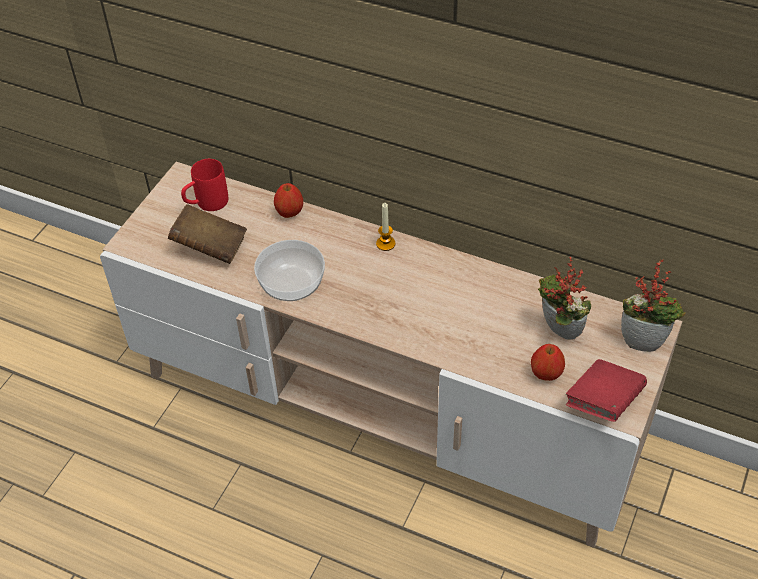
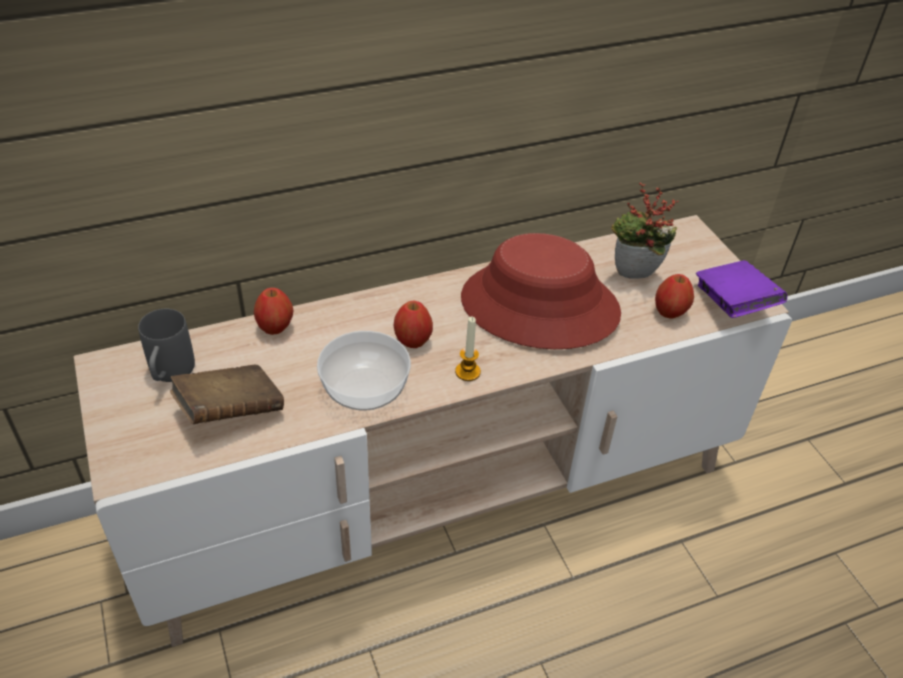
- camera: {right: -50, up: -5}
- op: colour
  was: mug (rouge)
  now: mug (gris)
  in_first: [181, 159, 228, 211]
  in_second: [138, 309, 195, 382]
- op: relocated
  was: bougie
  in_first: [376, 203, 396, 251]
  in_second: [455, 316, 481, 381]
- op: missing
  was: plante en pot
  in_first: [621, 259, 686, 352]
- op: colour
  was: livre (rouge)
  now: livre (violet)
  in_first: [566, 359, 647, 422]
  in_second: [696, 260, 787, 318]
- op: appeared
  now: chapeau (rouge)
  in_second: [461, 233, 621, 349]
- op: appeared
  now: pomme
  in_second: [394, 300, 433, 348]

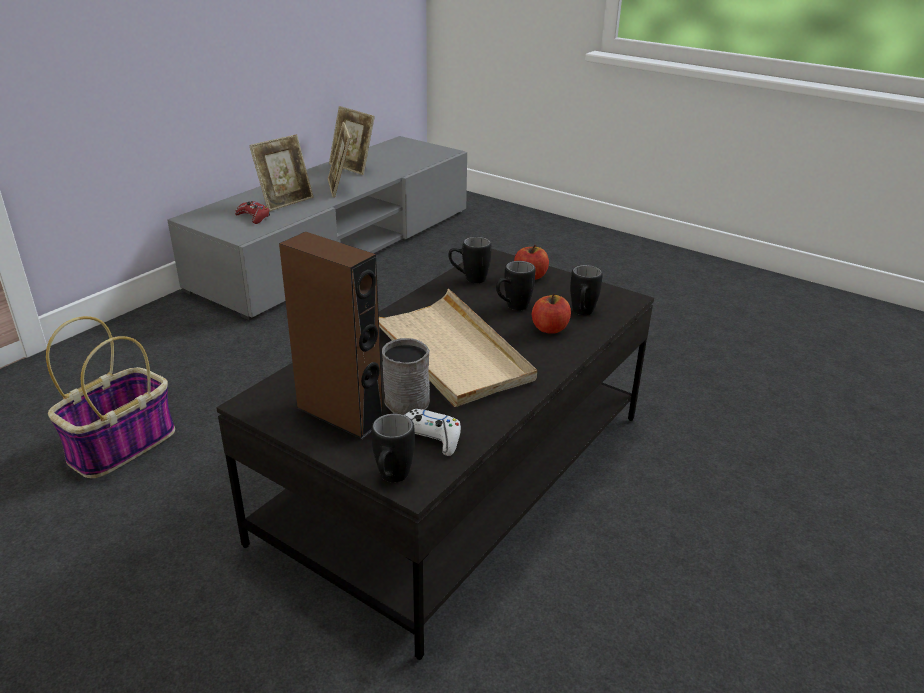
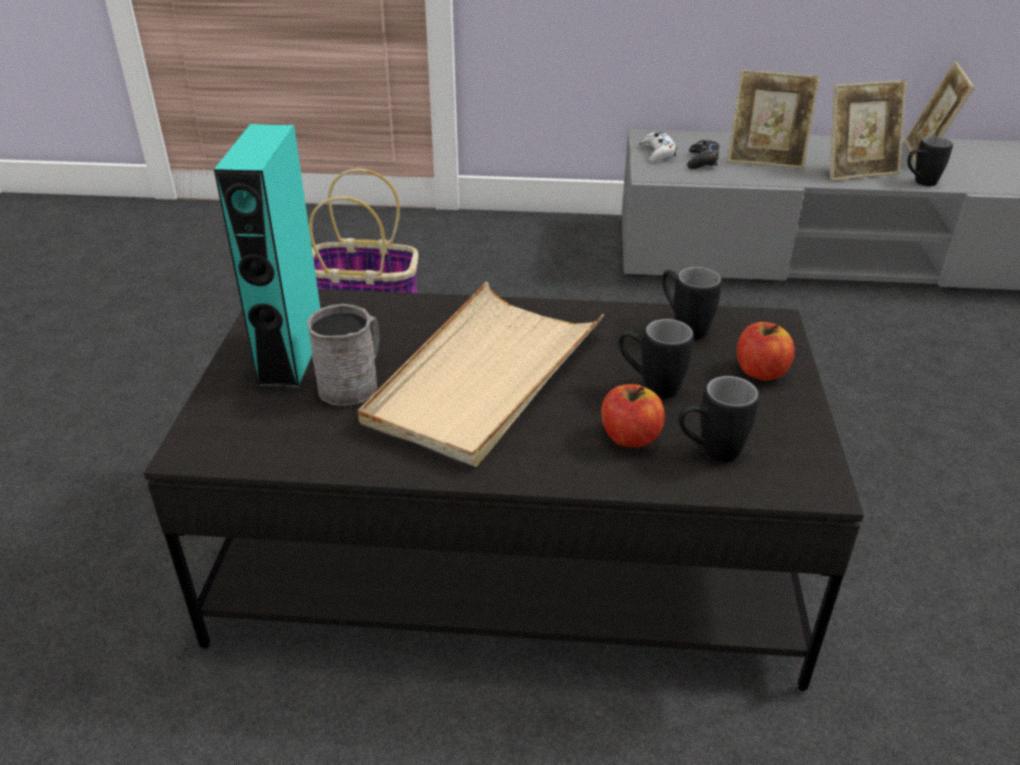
- camera: {right: 60, up: 5}
- op: spun
  was: cadre photo
  in_first: [327, 122, 351, 198]
  in_second: [830, 80, 907, 181]
  clockwise: -150
- op: colour
  was: manette (rouge)
  now: manette (noir)
  in_first: [235, 201, 270, 224]
  in_second: [687, 140, 719, 169]
- op: colour
  was: enceinte (marron)
  now: enceinte (turquoise)
  in_first: [279, 232, 383, 439]
  in_second: [214, 124, 321, 388]
- op: relocated
  was: manette (blanc)
  in_first: [405, 409, 461, 456]
  in_second: [639, 132, 677, 162]
- op: relocated
  was: mug (noir)
  in_first: [371, 413, 415, 482]
  in_second: [907, 136, 953, 186]

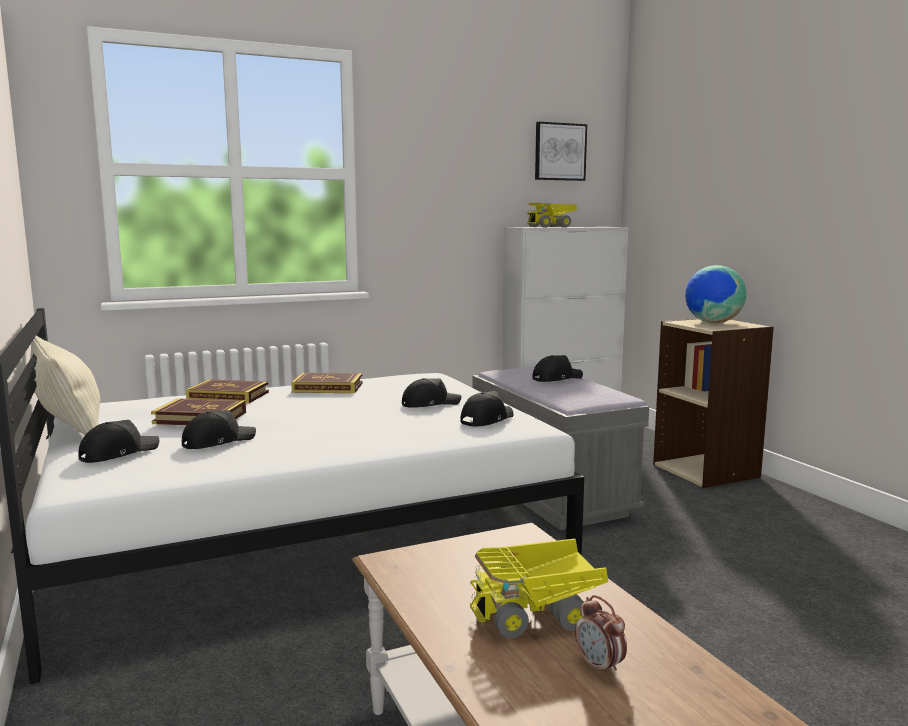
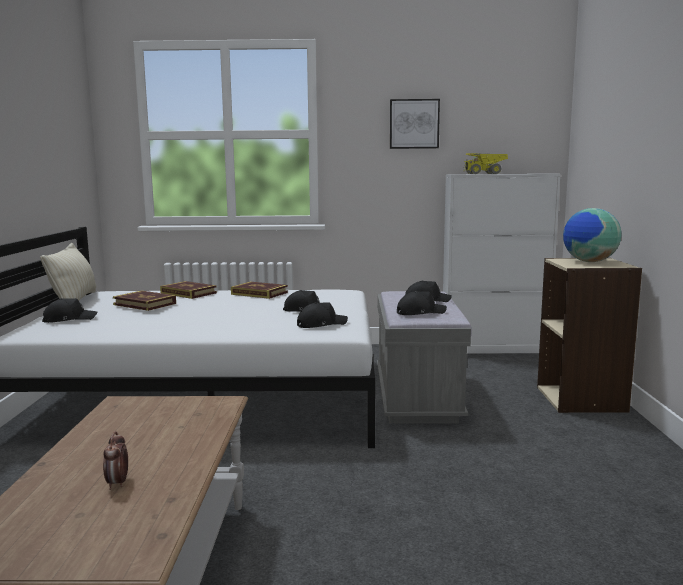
- camera: {right: 25, up: 0}
- op: relocated
  was: tableau
  in_first: [535, 122, 587, 181]
  in_second: [390, 99, 440, 149]
- op: relocated
  was: casquette (noir)
  in_first: [182, 410, 256, 449]
  in_second: [397, 291, 447, 315]
- op: missing
  was: camion jouet
  in_first: [470, 539, 608, 638]

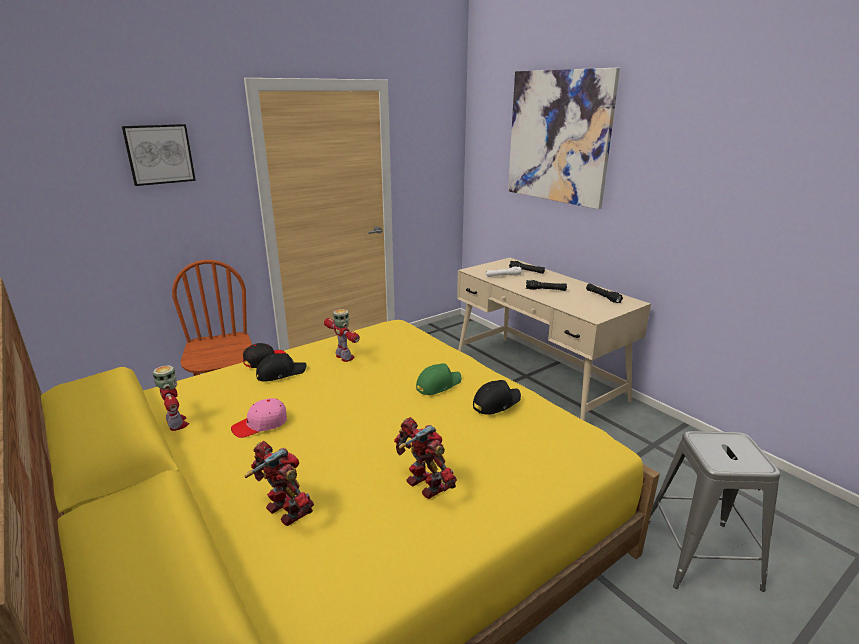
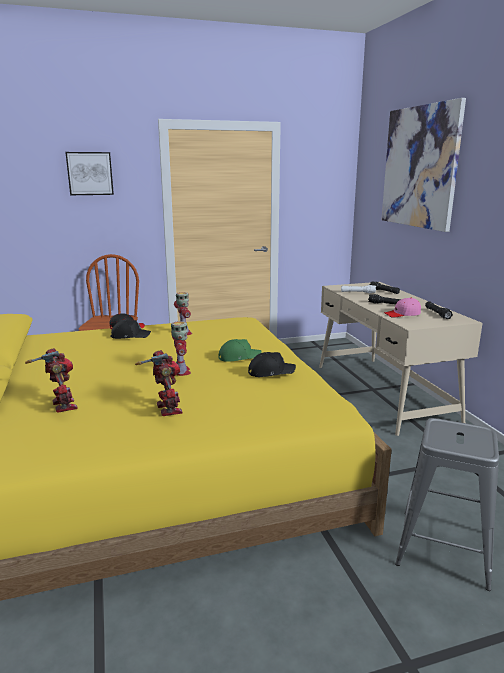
- camera: {right: 20, up: -5}
- op: relocated
  was: robot jouet
  in_first: [153, 365, 189, 431]
  in_second: [171, 321, 191, 376]
- op: relocated
  was: casquette (rose)
  in_first: [231, 398, 287, 438]
  in_second: [384, 298, 421, 317]

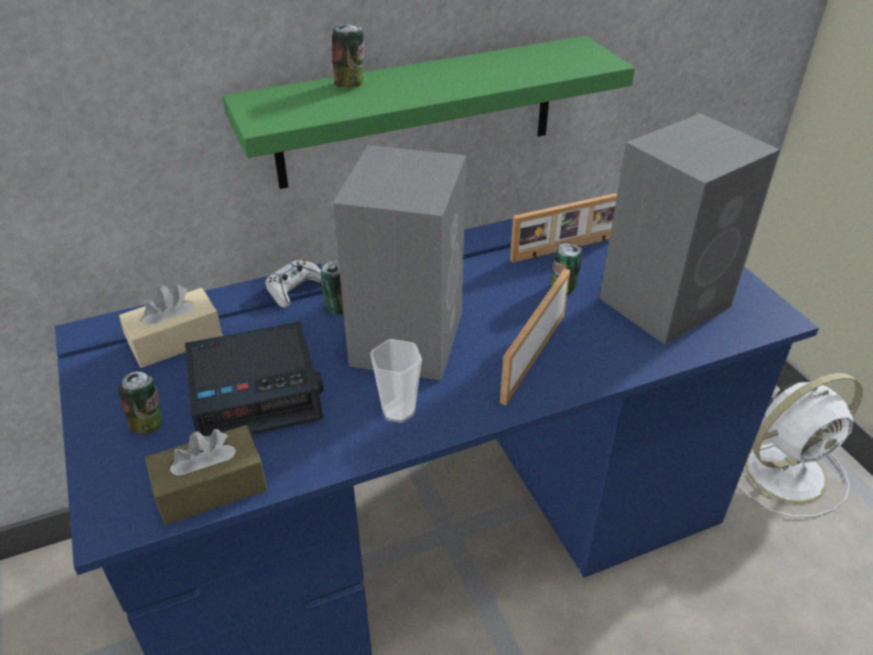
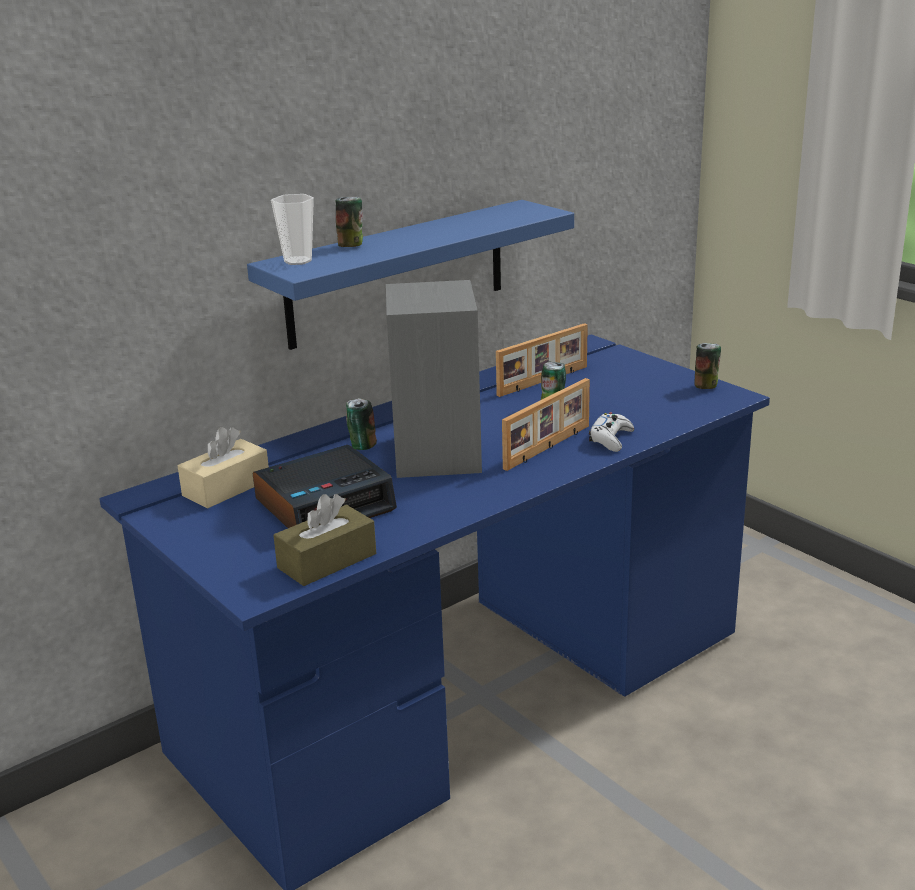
- camera: {right: -15, up: -15}
- op: colour
  was: étagère (vert)
  now: étagère (bleu)
  in_first: [222, 36, 635, 189]
  in_second: [247, 200, 574, 350]
- op: missing
  was: enceinte (gris)
  in_first: [599, 113, 780, 345]
- op: relocated
  was: manette (blanc)
  in_first: [265, 259, 321, 308]
  in_second: [589, 413, 634, 452]
- op: spun
  was: cadre photo
  in_first: [500, 269, 570, 405]
  in_second: [502, 378, 590, 471]
  clockwise: -150
- op: relocated
  was: tasse
  in_first: [370, 339, 422, 423]
  in_second: [271, 194, 314, 265]
- op: relocated
  was: boîte métallique
  in_first: [119, 371, 161, 435]
  in_second: [694, 343, 721, 389]
- op: missing
  was: ventilateur (blanc)
  in_first: [737, 373, 863, 518]

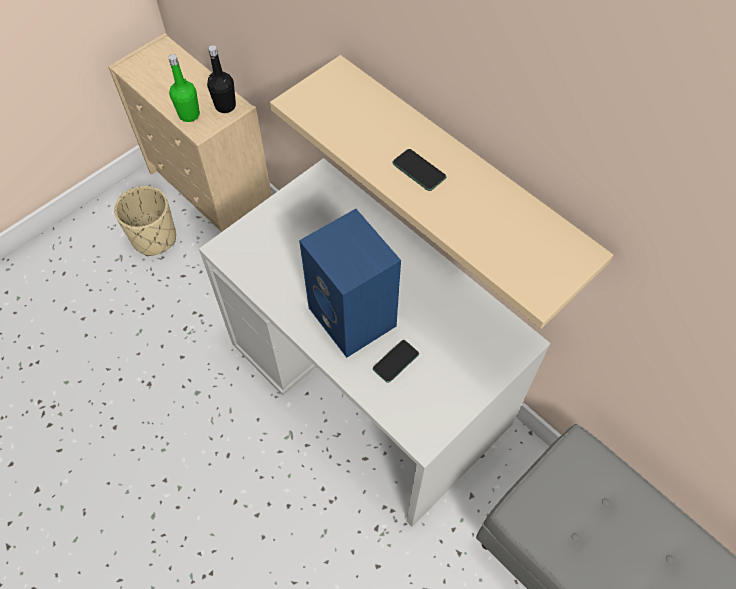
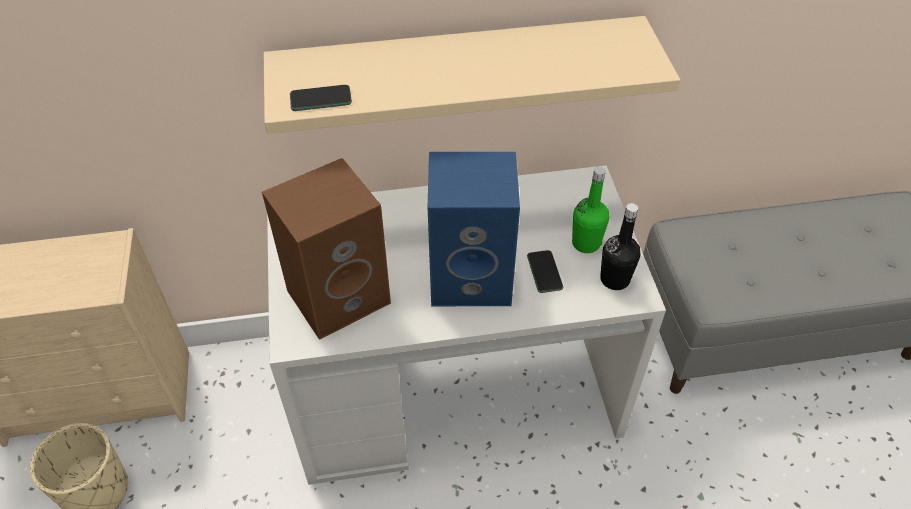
- camera: {right: -55, up: -10}
- op: relocated
  was: bouteille (noir)
  in_first: [207, 45, 236, 113]
  in_second: [600, 203, 640, 290]
- op: relocated
  was: bouteille (vert)
  in_first: [168, 54, 200, 122]
  in_second: [572, 167, 609, 253]
- op: relocated
  was: téléphone
  in_first: [392, 149, 446, 191]
  in_second: [290, 85, 352, 111]
- op: appeared
  now: enceinte (marron)
  in_second: [262, 158, 391, 340]

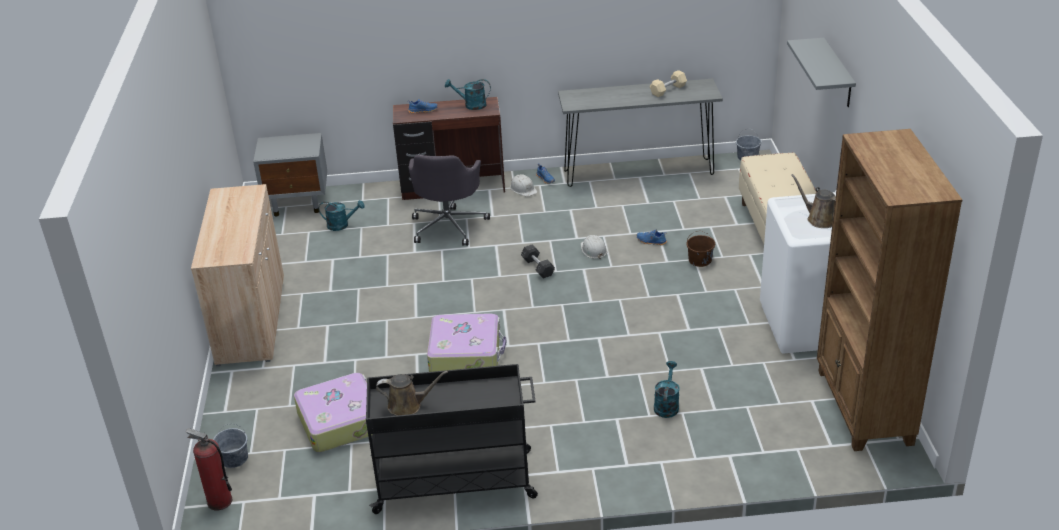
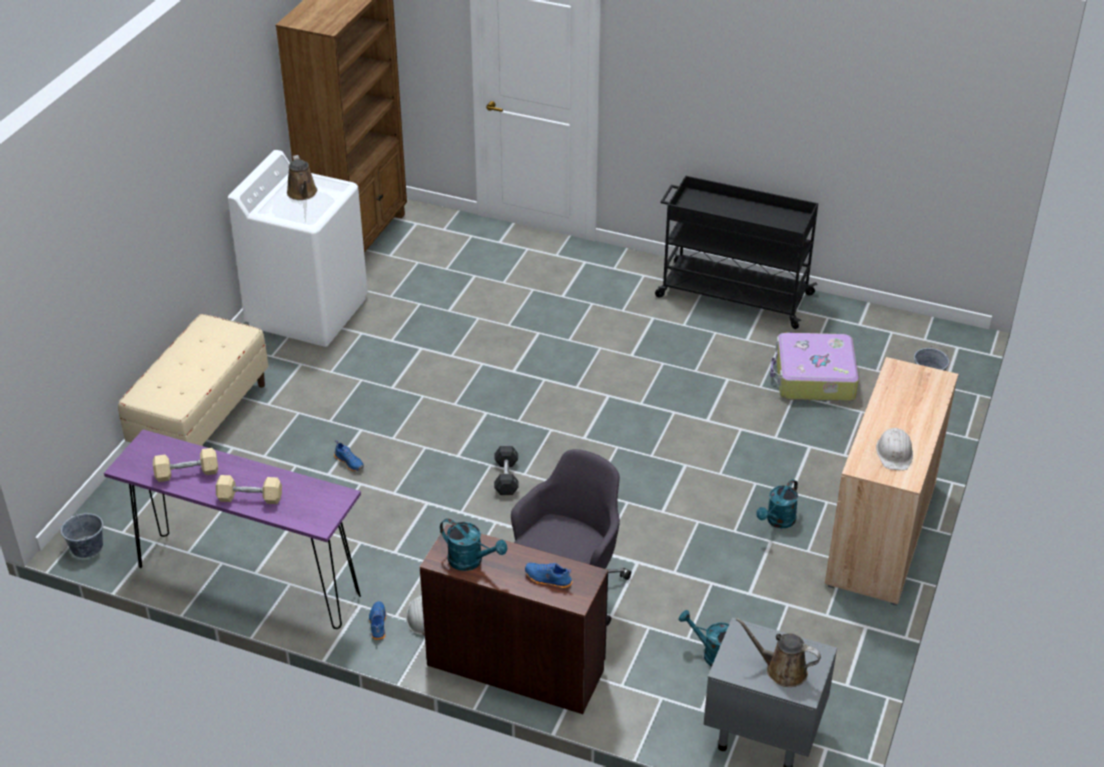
- camera: {right: -155, up: 5}
- op: missing
  was: étagère (gris)
  in_first: [787, 38, 856, 107]
- op: colour
  was: table console (gris)
  now: table console (violet)
  in_first: [558, 79, 723, 187]
  in_second: [104, 429, 361, 629]
- op: missing
  was: seau (marron)
  in_first: [686, 231, 715, 267]
- op: relocated
  was: casque de chantier (blanc)
  in_first: [581, 235, 608, 259]
  in_second: [876, 428, 913, 470]
- op: missing
  was: valise
  in_first: [427, 313, 507, 372]
- op: relocated
  was: arrosoir (turquoise)
  in_first: [654, 361, 680, 418]
  in_second: [756, 479, 798, 528]
- op: relocated
  was: arrosoir (marron)
  in_first: [376, 371, 448, 416]
  in_second: [736, 618, 821, 687]
- op: missing
  was: extincteur
  in_first: [186, 428, 232, 510]
- op: appeared
  now: haltère (beige)
  in_second: [216, 475, 282, 504]

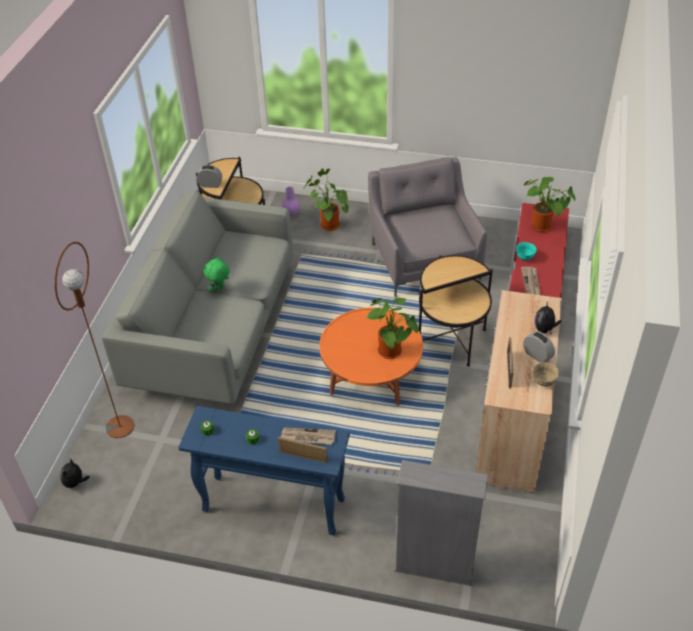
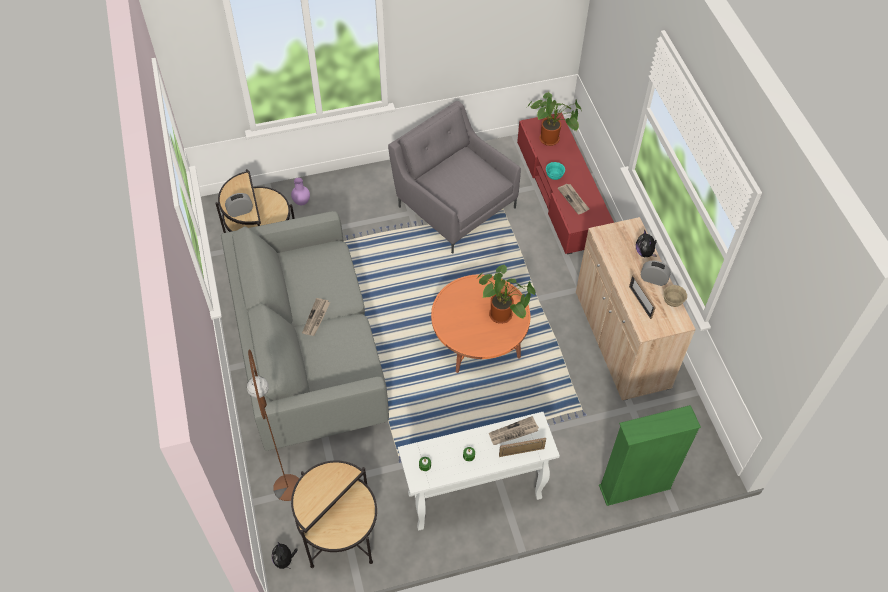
- camera: {right: -30, up: 10}
- op: missing
  was: plante en pot
  in_first: [304, 168, 349, 231]
- op: relocated
  was: table d'appoint
  in_first: [419, 255, 493, 366]
  in_second: [291, 460, 377, 568]
- op: exchanged
  was: peluche (vert)
  now: journal
  in_first: [203, 256, 230, 293]
  in_second: [302, 298, 330, 336]
- op: colour
  was: table console (bleu)
  now: table console (blanc)
  in_first: [178, 406, 350, 535]
  in_second: [398, 412, 560, 531]
- op: colour
  was: bibliothèque (gris)
  now: bibliothèque (vert)
  in_first: [395, 460, 489, 586]
  in_second: [599, 405, 701, 506]

